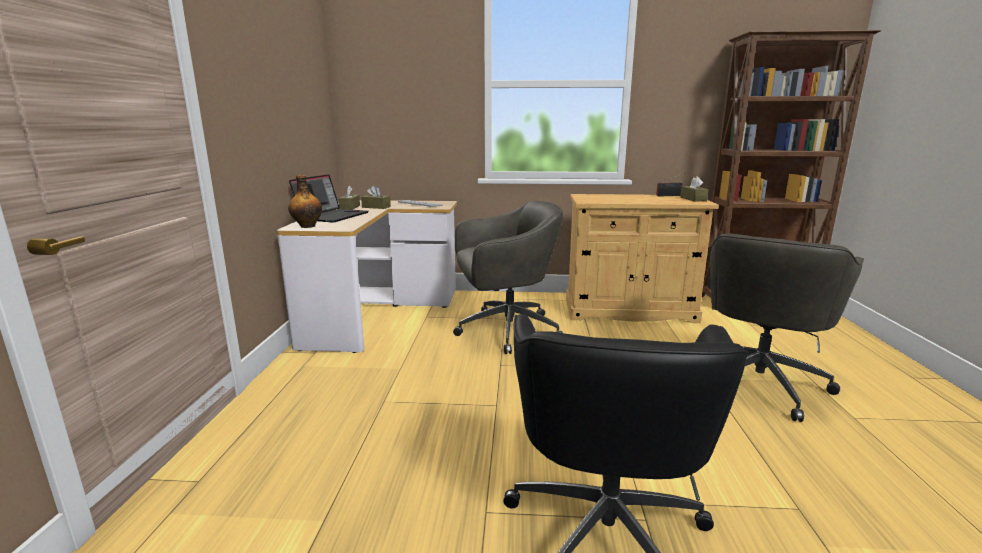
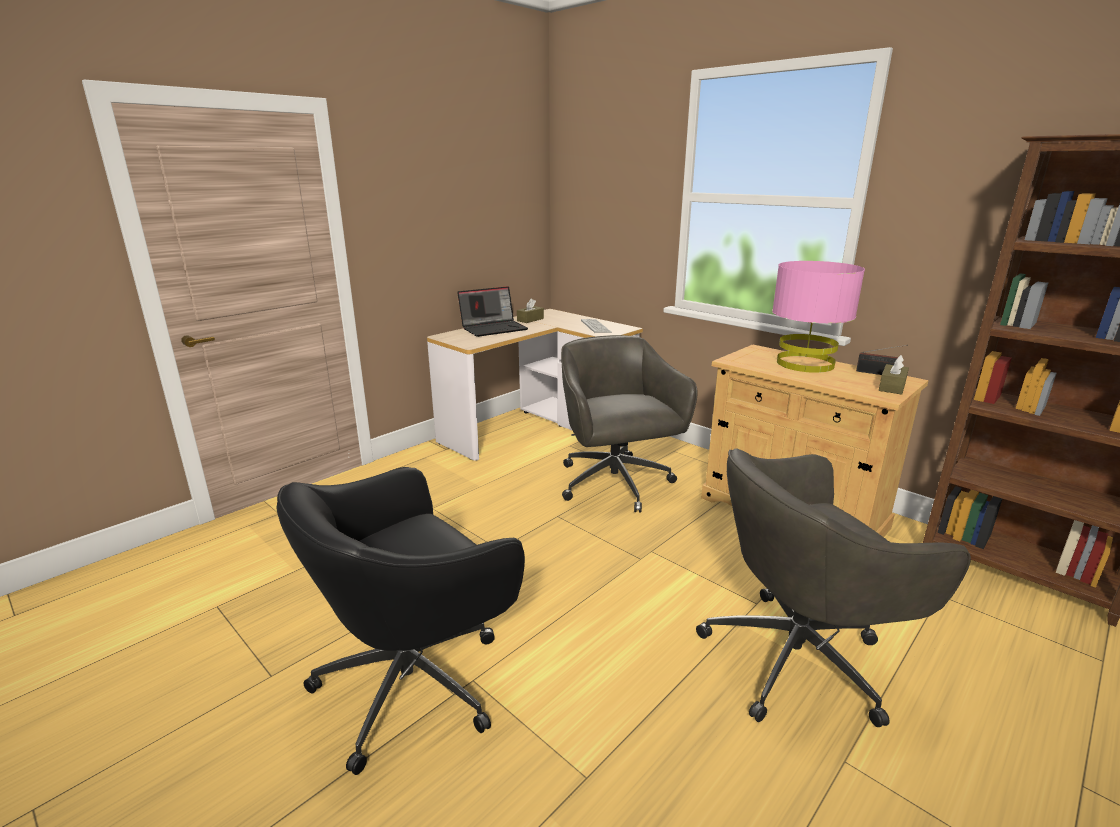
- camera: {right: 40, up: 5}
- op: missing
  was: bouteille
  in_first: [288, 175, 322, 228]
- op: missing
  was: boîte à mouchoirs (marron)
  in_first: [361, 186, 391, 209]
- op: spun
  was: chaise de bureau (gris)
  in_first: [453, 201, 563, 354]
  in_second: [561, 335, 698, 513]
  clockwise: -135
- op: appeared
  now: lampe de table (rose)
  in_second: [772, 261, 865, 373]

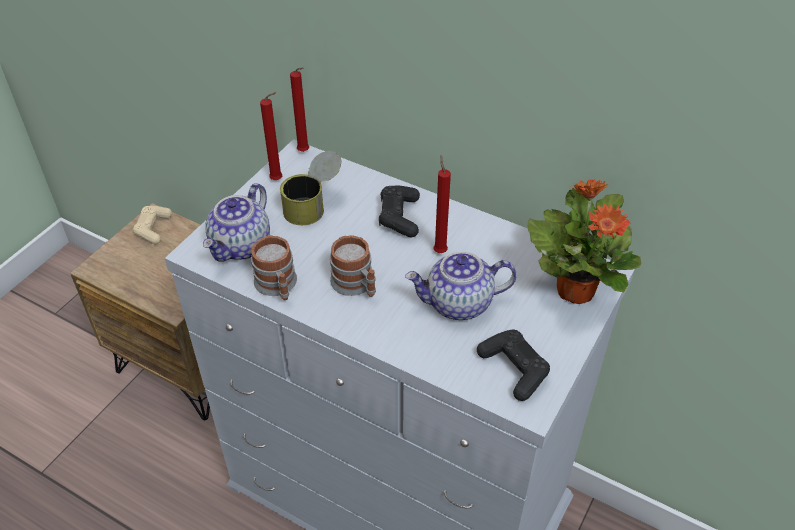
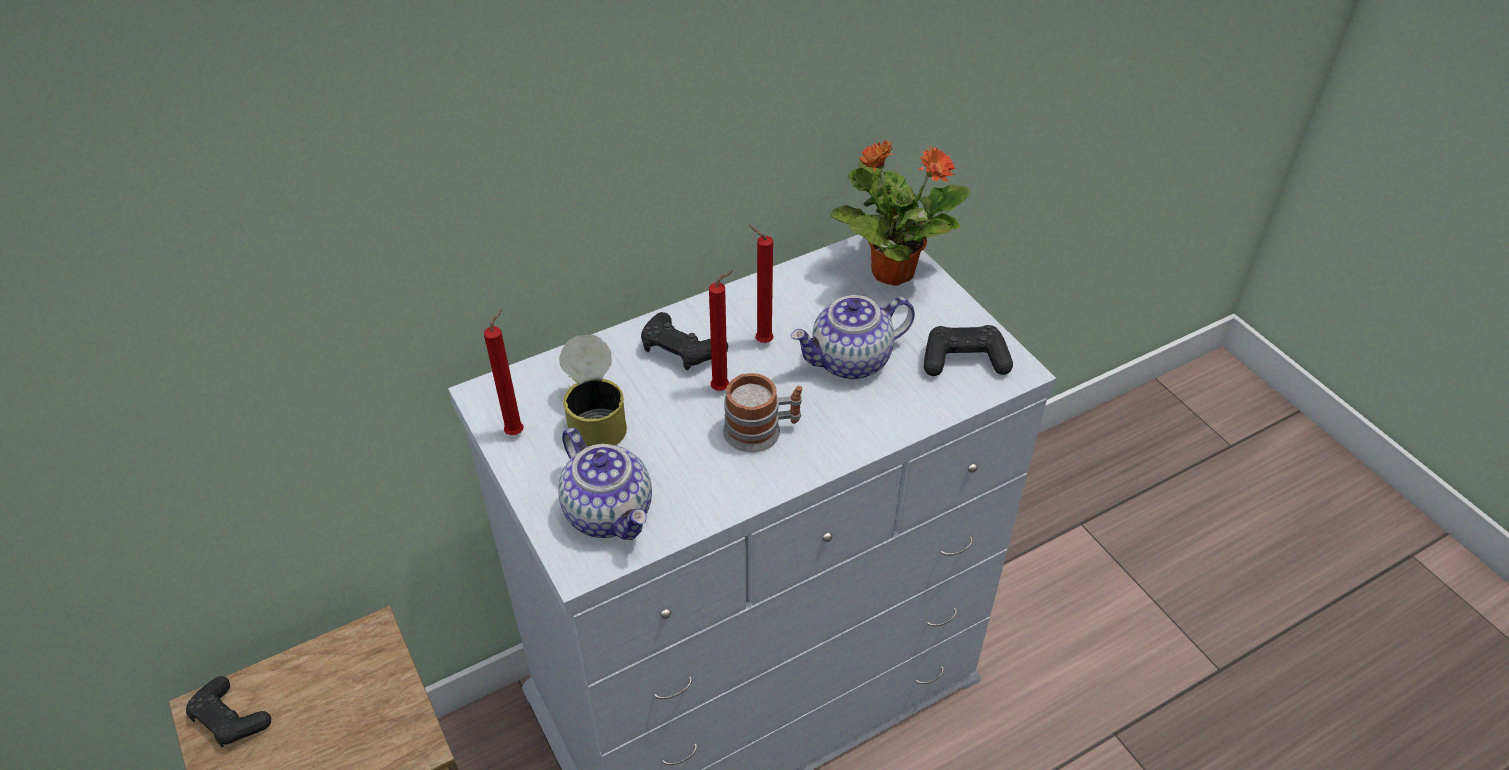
- camera: {right: -60, up: 0}
- op: relocated
  was: bougie (rouge)
  in_first: [290, 67, 309, 152]
  in_second: [709, 270, 733, 391]
- op: colour
  was: manette (beige)
  now: manette (noir)
  in_first: [132, 206, 172, 244]
  in_second: [186, 676, 271, 748]
- op: missing
  was: mug
  in_first: [251, 235, 297, 300]
- op: spun
  was: théière
  in_first: [405, 251, 517, 320]
  in_second: [790, 295, 915, 379]
  clockwise: 45

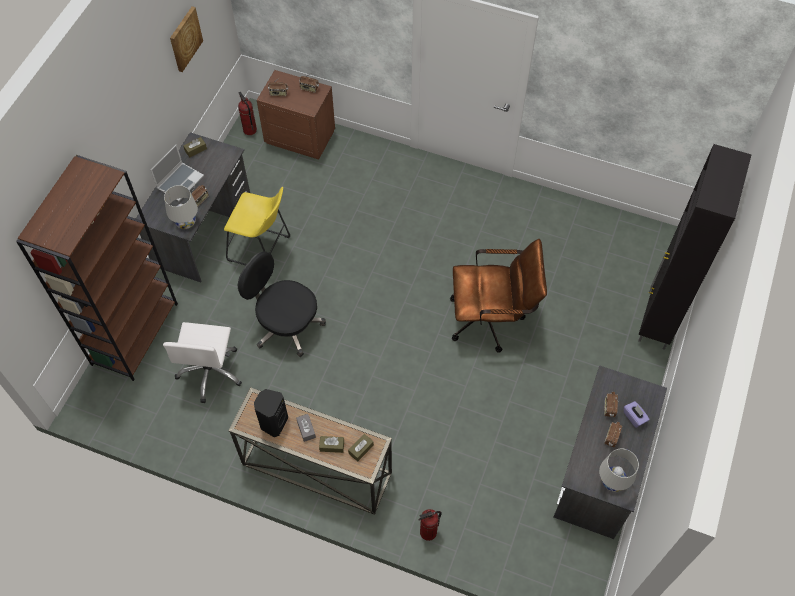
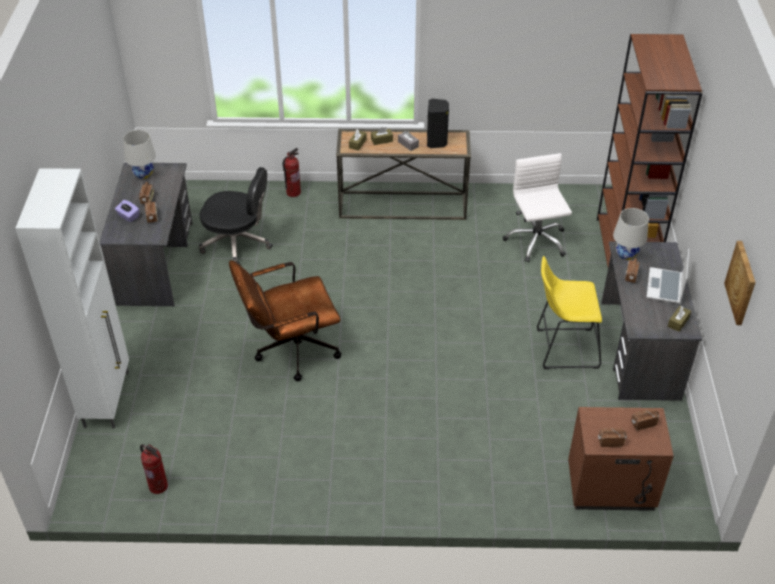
- camera: {right: 160, up: -15}
- op: relocated
  was: extincteur
  in_first: [238, 92, 257, 135]
  in_second: [140, 444, 168, 494]
- op: colour
  was: meuble de rangement (noir)
  now: meuble de rangement (blanc)
  in_first: [638, 144, 751, 350]
  in_second: [15, 168, 129, 429]
- op: relocated
  was: chaise de bureau (noir)
  in_first: [238, 251, 326, 357]
  in_second: [199, 167, 273, 265]

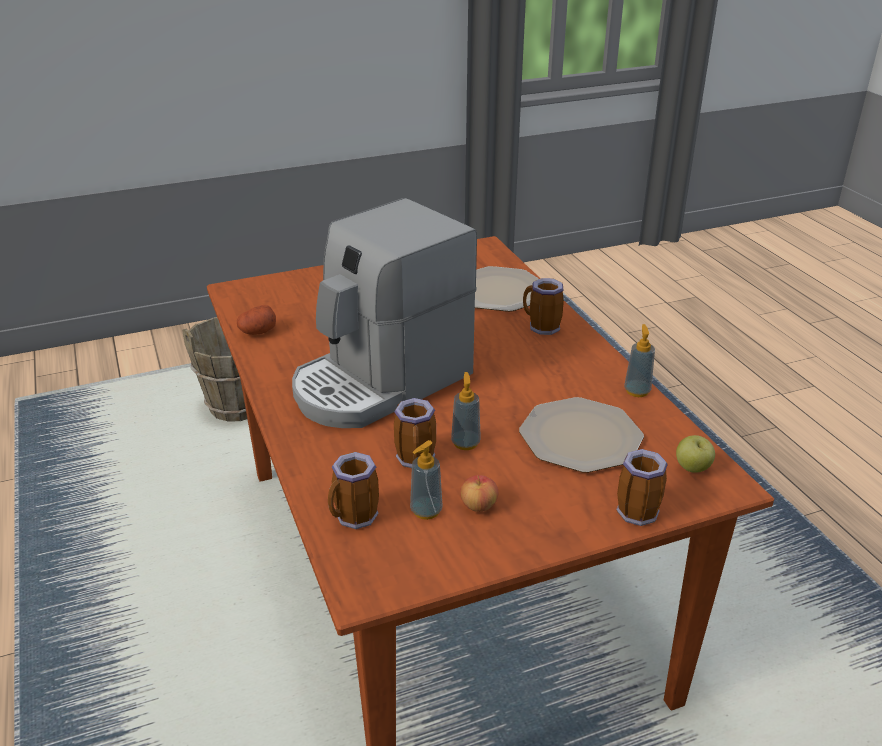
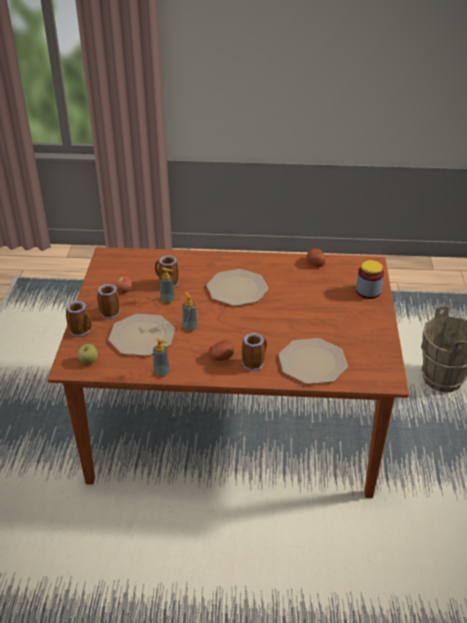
- camera: {right: 115, up: 5}
- op: exchanged
  was: machine à café
  now: assiette
  in_first: [292, 198, 477, 428]
  in_second: [206, 269, 268, 306]
- op: relocated
  was: distributeur de savon
  in_first: [410, 440, 443, 520]
  in_second: [182, 291, 198, 332]
- op: relocated
  was: mug
  in_first: [328, 452, 379, 529]
  in_second: [97, 284, 120, 319]
- op: appeared
  now: bocal
  in_second: [356, 260, 384, 299]
- op: appeared
  now: pomme de terre
  in_second: [209, 339, 234, 361]

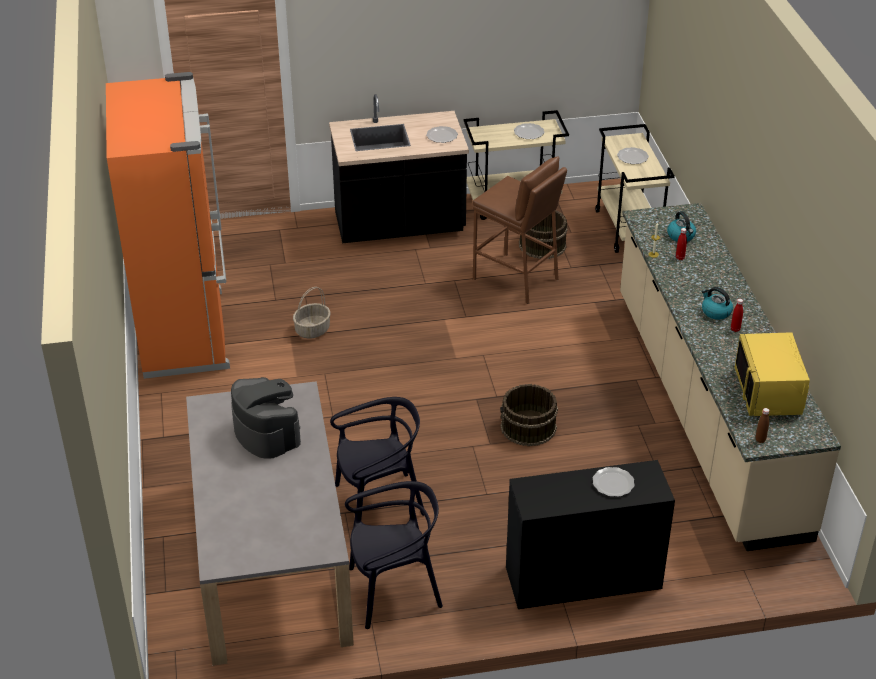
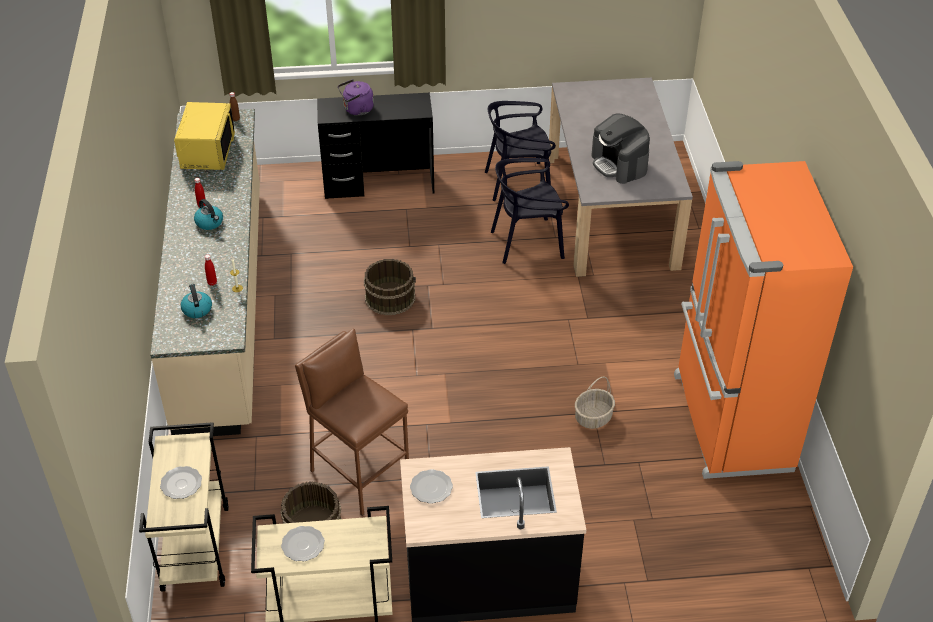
- camera: {right: -175, up: 5}
- op: exchanged
  was: assiette
  now: bouilloire (violet)
  in_first: [593, 467, 634, 497]
  in_second: [338, 79, 374, 115]

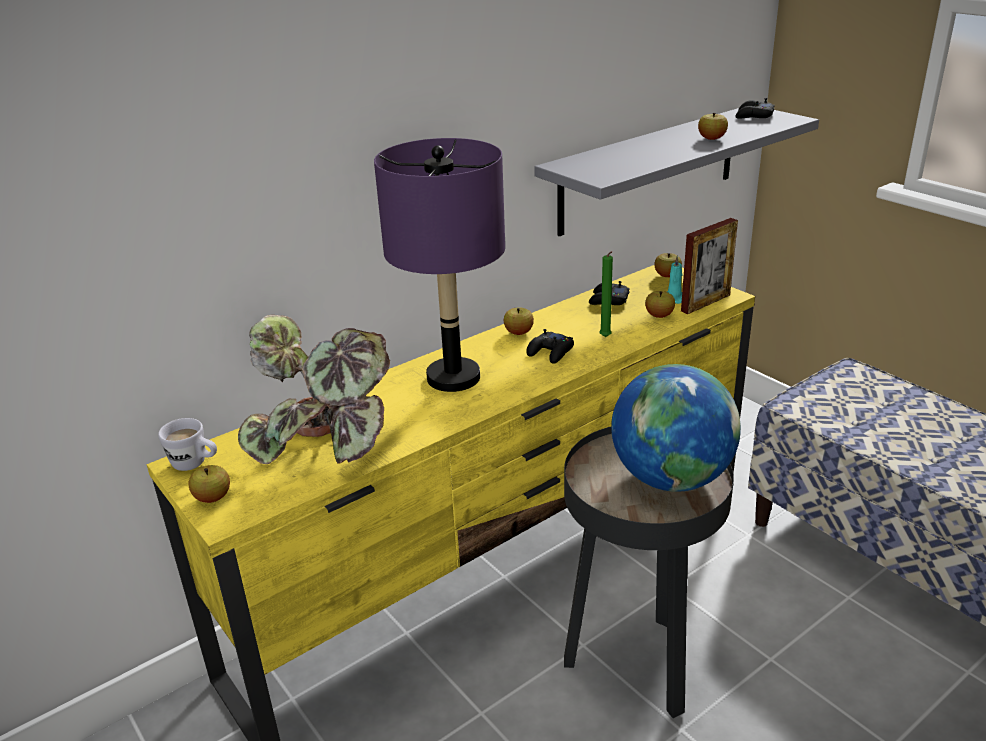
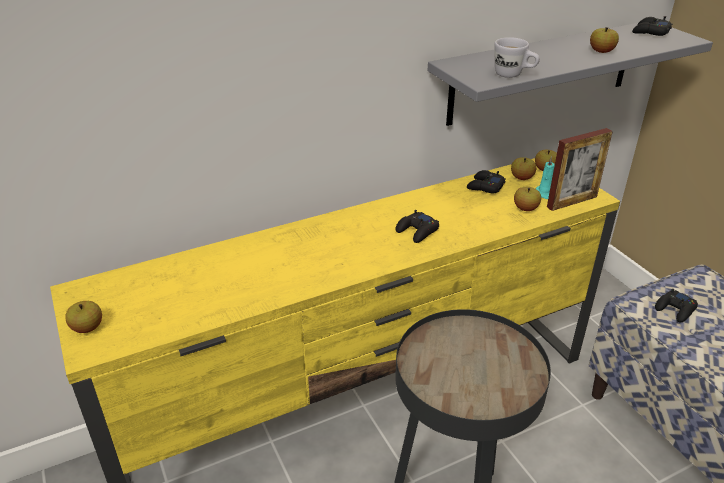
- camera: {right: 10, up: 5}
- op: missing
  was: lampe de table (violet)
  in_first: [374, 138, 505, 392]
- op: missing
  was: bougie (vert)
  in_first: [600, 251, 613, 337]
- op: relocated
  was: pomme
  in_first: [504, 307, 534, 335]
  in_second: [511, 157, 536, 180]
- op: missing
  was: plante en pot
  in_first: [238, 315, 390, 464]
- op: missing
  was: globe
  in_first: [611, 364, 741, 492]
- op: relocated
  was: mug (blanc)
  in_first: [158, 418, 217, 471]
  in_second: [494, 37, 540, 78]
- op: appeared
  now: manette (noir)
  in_second: [655, 289, 698, 322]

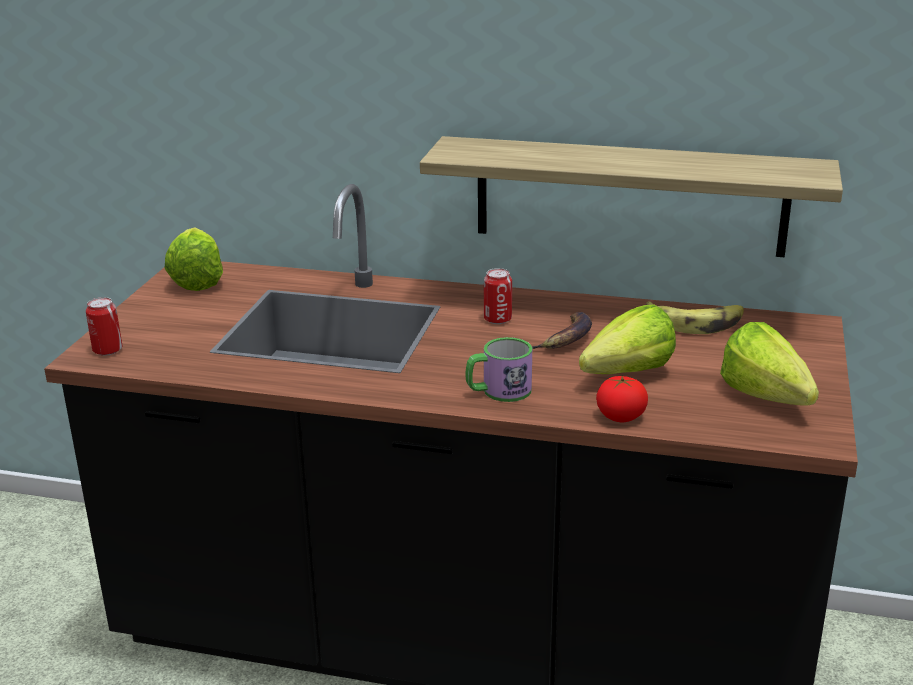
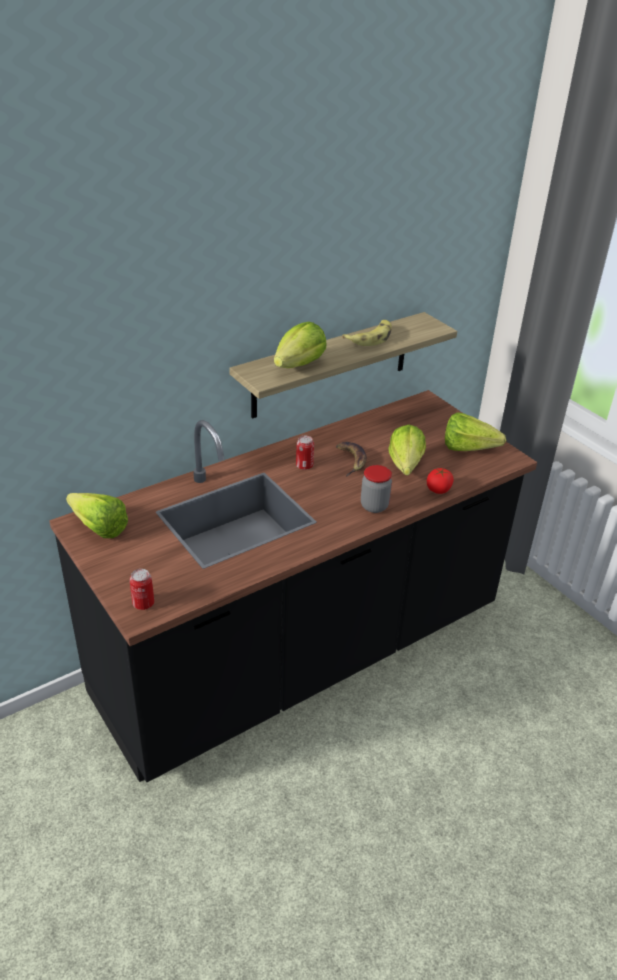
- camera: {right: -50, up: 10}
- op: relocated
  was: banane
  in_first: [645, 301, 744, 334]
  in_second: [342, 320, 392, 346]
- op: exchanged
  was: mug
  now: bocal
  in_first: [466, 337, 532, 402]
  in_second: [361, 465, 392, 513]
- op: appeared
  now: laitue
  in_second: [274, 322, 327, 368]

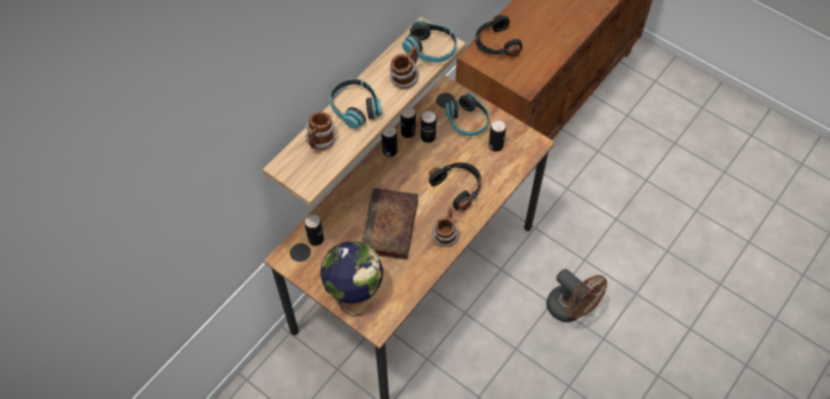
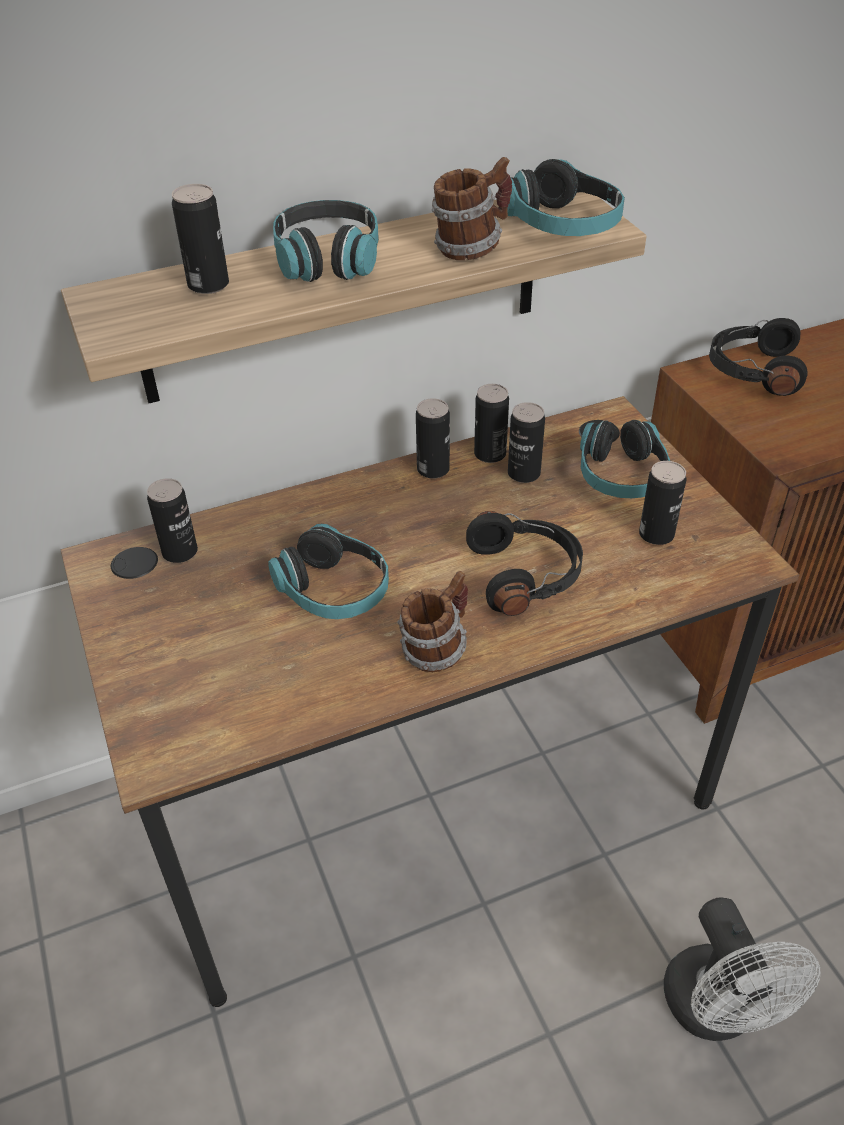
- camera: {right: 30, up: -15}
- op: exchanged
  was: mug
  now: boîte métallique
  in_first: [305, 112, 335, 150]
  in_second: [172, 184, 229, 294]
- op: exchanged
  was: livre
  now: casque audio
  in_first: [362, 188, 418, 260]
  in_second: [268, 524, 389, 619]
- op: missing
  was: globe
  in_first: [320, 241, 383, 317]
- op: colour
  was: ventilateur (marron)
  now: ventilateur (blanc)
  in_first: [546, 269, 607, 322]
  in_second: [664, 897, 820, 1041]

